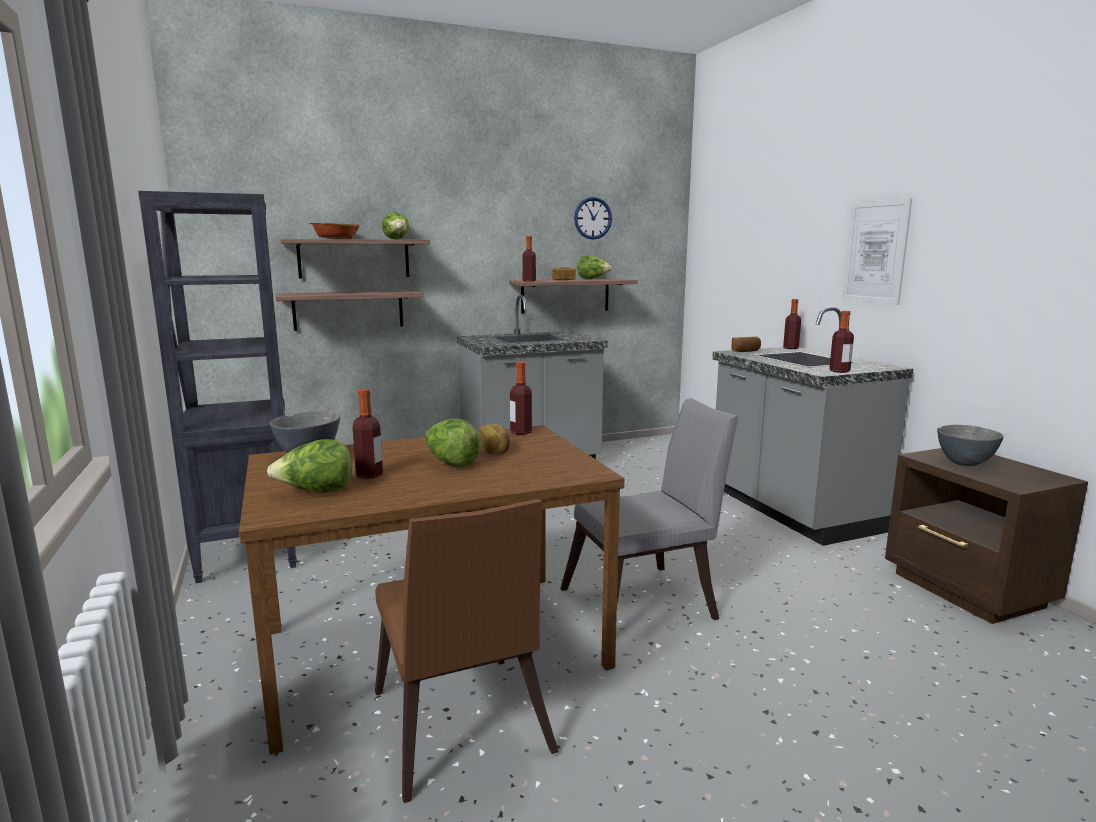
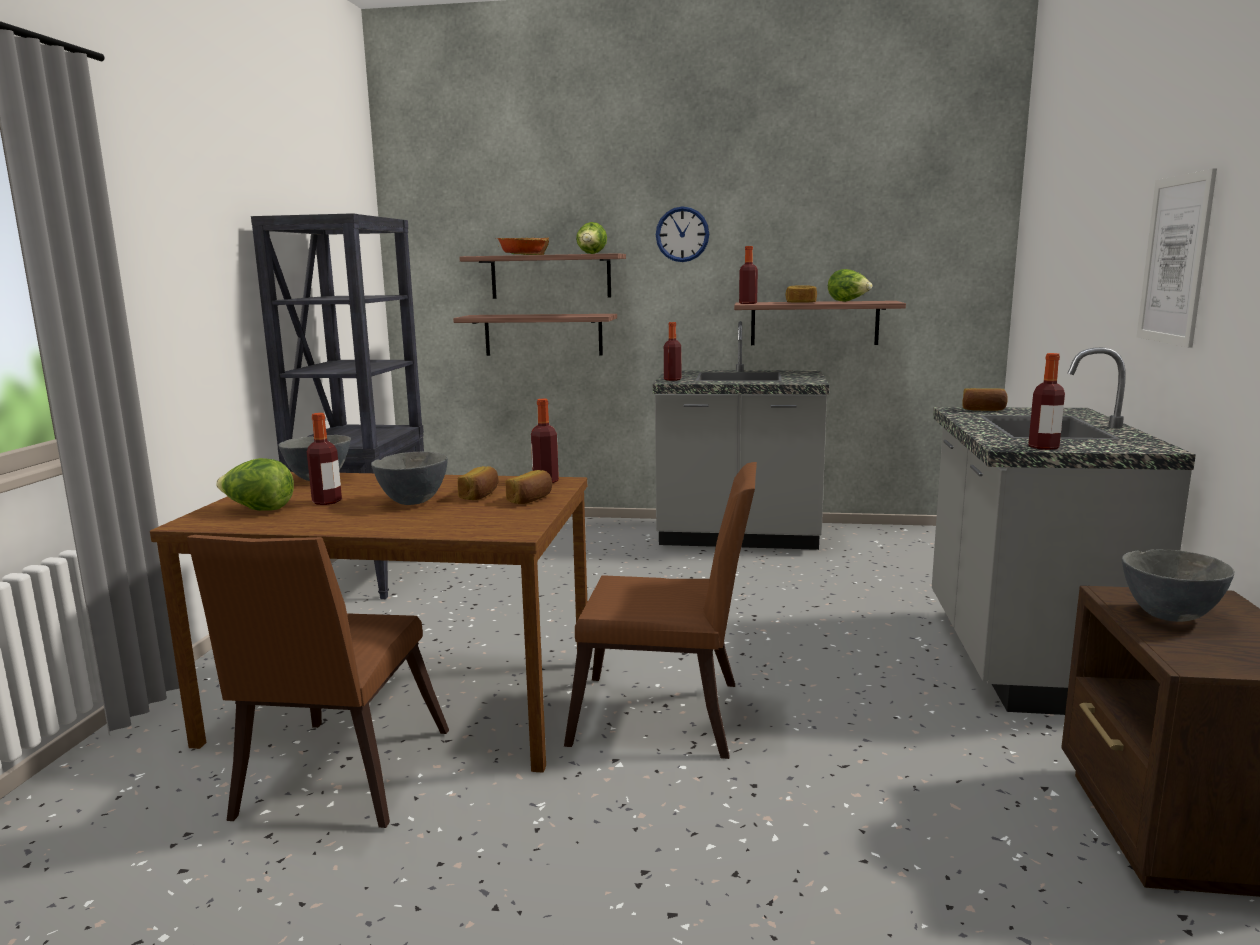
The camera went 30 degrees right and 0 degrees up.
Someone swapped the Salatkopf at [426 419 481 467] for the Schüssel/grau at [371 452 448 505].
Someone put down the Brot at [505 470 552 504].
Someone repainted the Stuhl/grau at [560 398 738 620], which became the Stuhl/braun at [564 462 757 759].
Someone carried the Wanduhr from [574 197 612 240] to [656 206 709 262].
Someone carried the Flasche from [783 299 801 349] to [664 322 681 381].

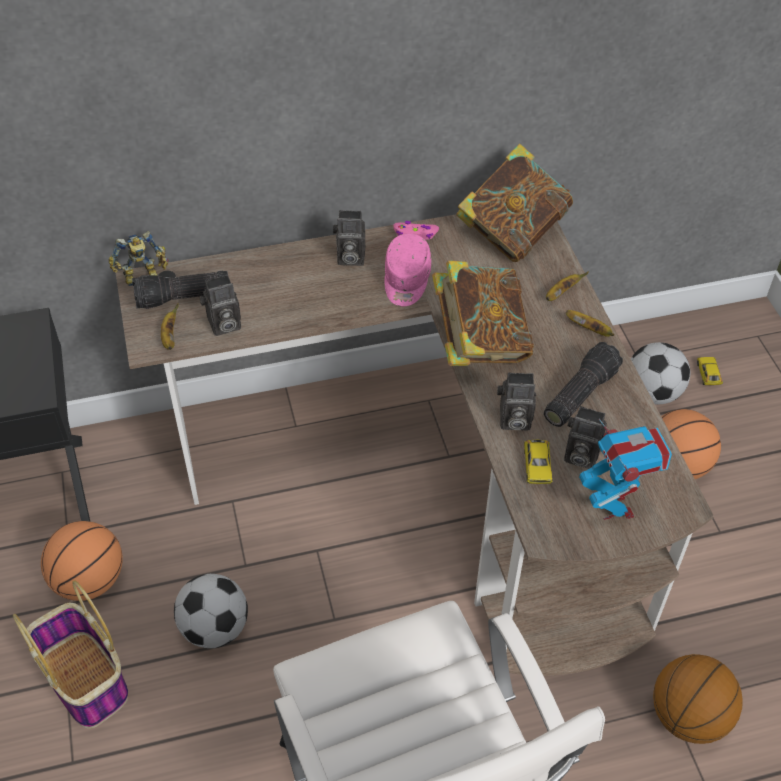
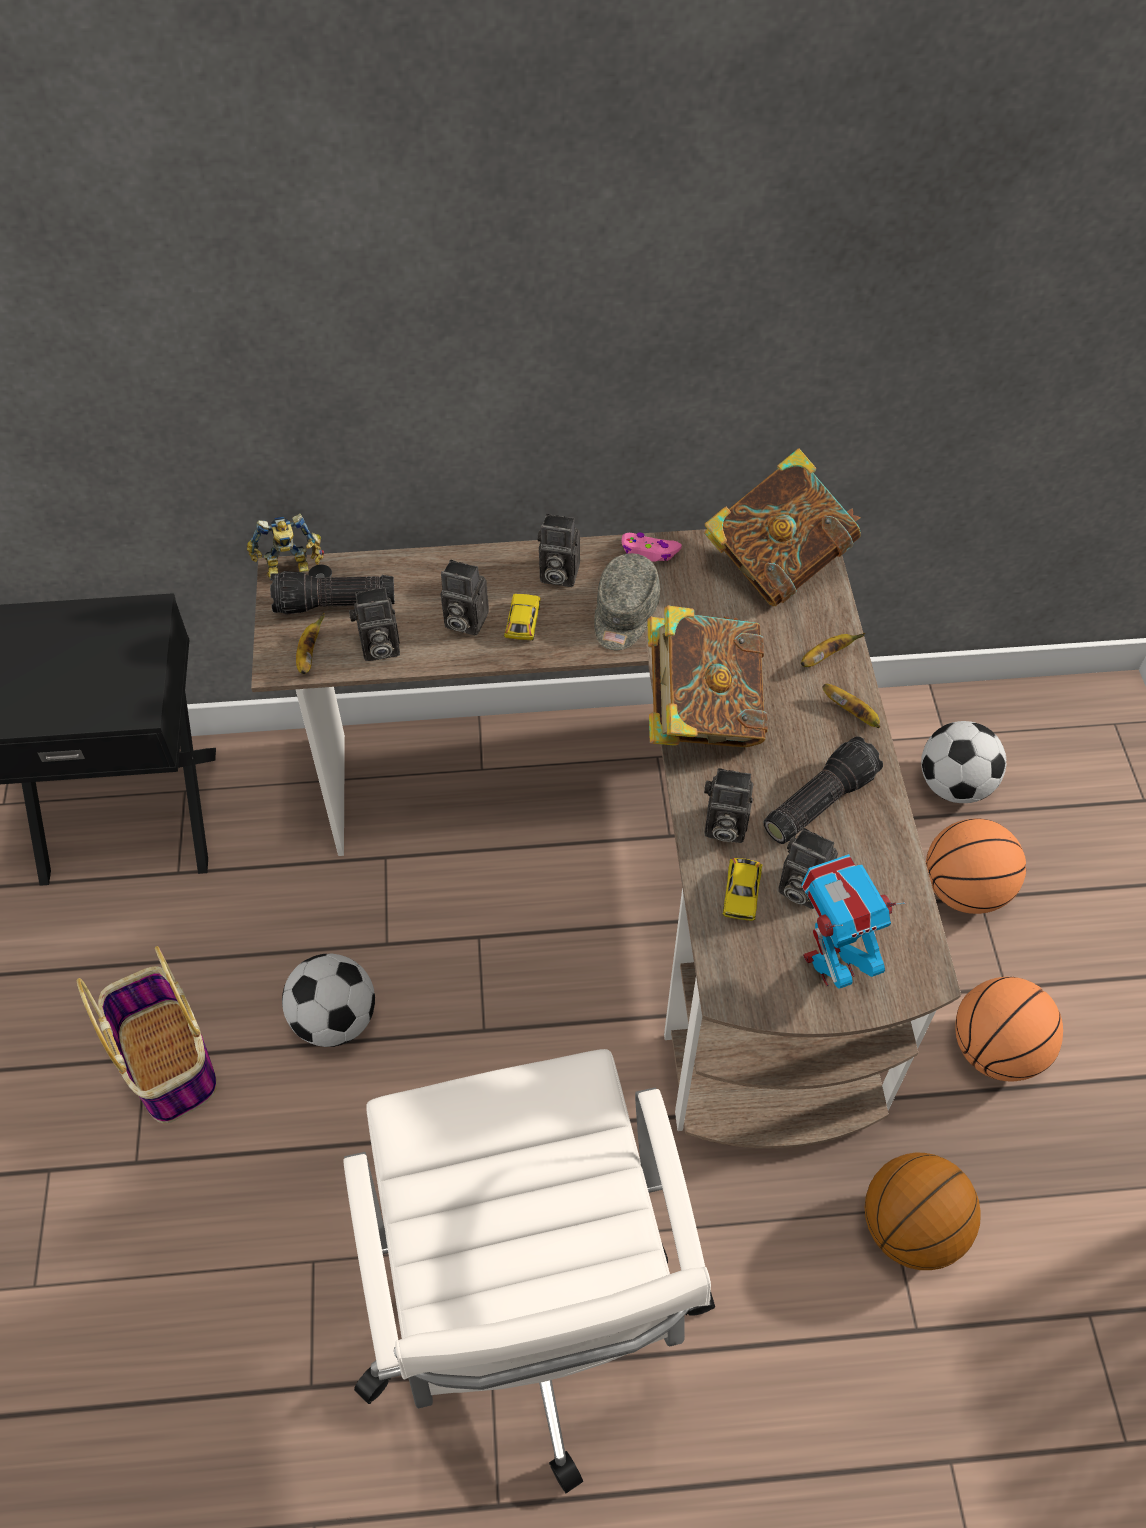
The camera went 10 degrees right and 5 degrees up.
Someone put down the Kamera at [441 560 489 636].
Someone carried the Spielzeugauto from [697 357 723 385] to [504 594 541 640].
Someone repainted the Kappe/rosa at [384 233 431 306], which became the Kappe/grau at [594 553 660 650].
Someone rotated the Spielzeugroboter at [579 419 672 520] by 105 degrees counterclockwise.
Someone carried the Basketball from [41 521 123 601] to [955 977 1063 1081].

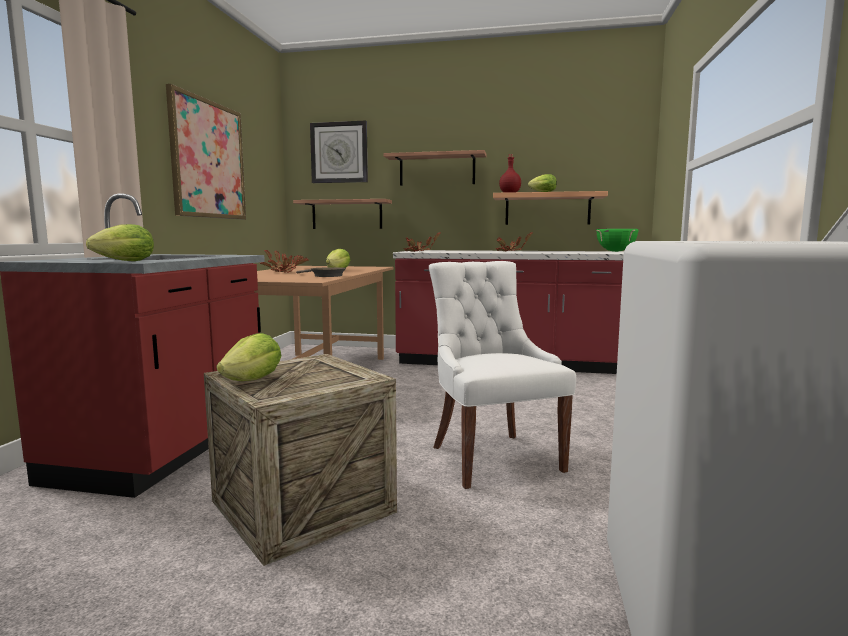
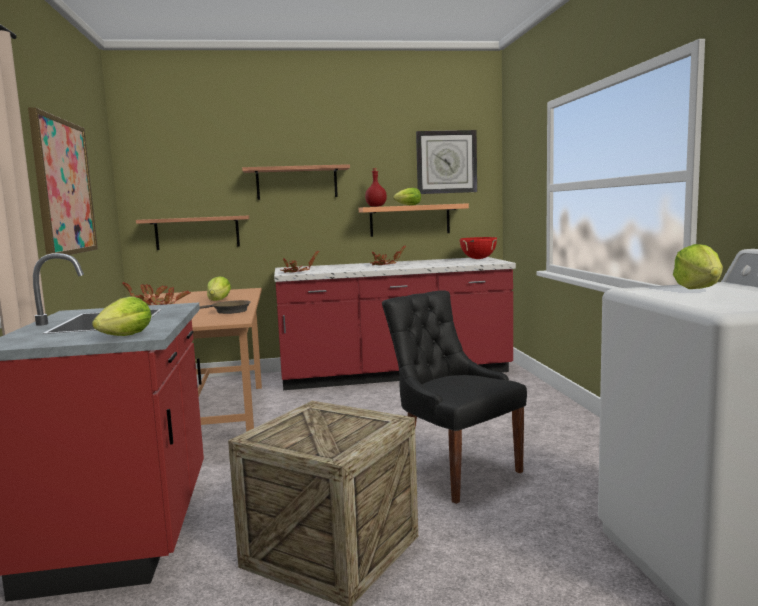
The camera went 20 degrees left and 0 degrees up.
Someone repainted the Stuhl/weiß at [429 261 576 489], which became the Stuhl/schwarz at [382 290 527 504].
Someone carried the Wanduhr from [310 120 368 183] to [416 130 477 194].
Someone repainted the Kochtopf/grün at [596 229 638 252], which became the Kochtopf/rot at [460 237 497 259].
Someone carried the Salatkopf from [217 333 281 381] to [673 244 723 289].

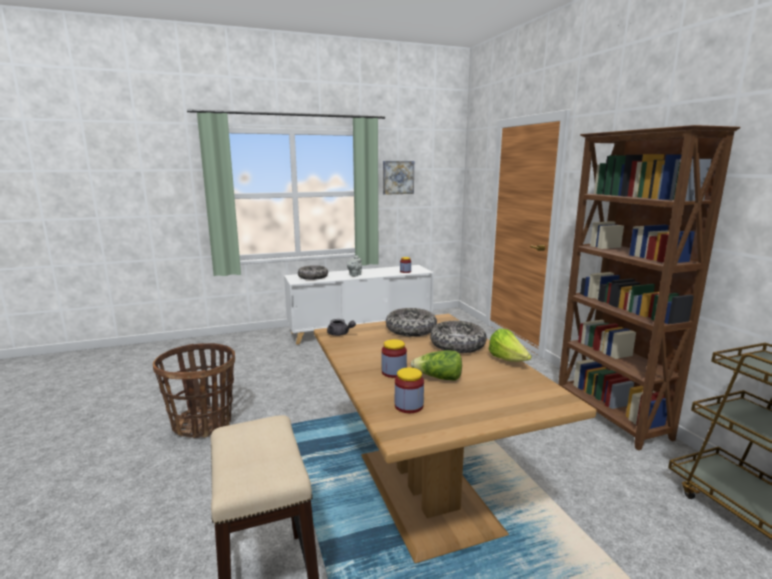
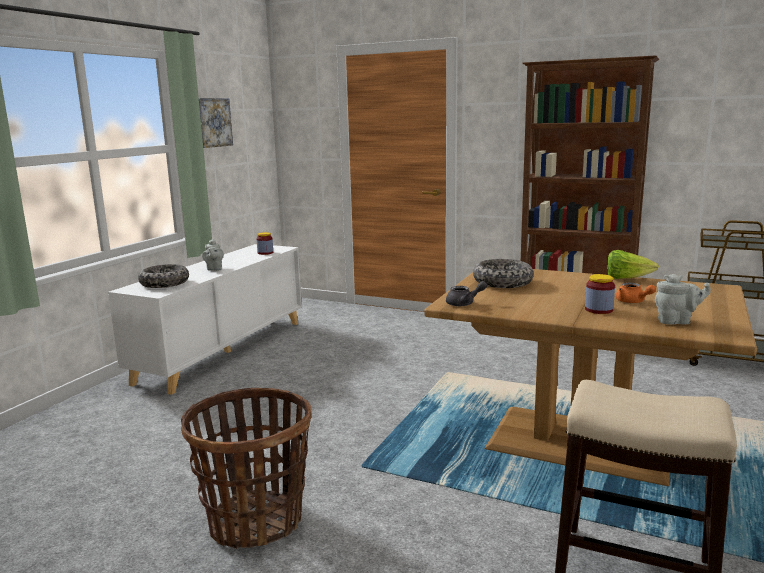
The camera went 45 degrees left and 0 degrees up.
Someone swapped the Salatkopf at [411 350 462 381] for the Teekanne/orange at [615 283 656 303].
Someone swapped the Vorratsglas at [395 367 424 413] for the Teekanne/grau at [655 274 711 325].
Someone took away the Schüssel at [430 321 487 353].

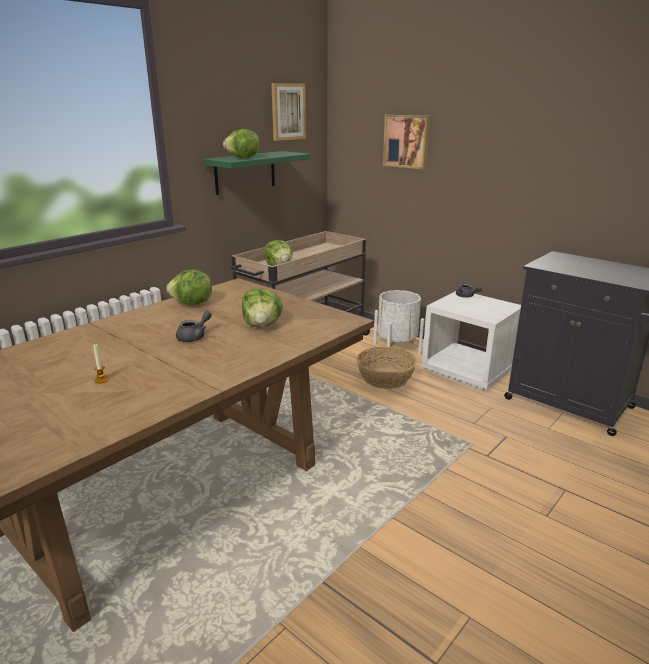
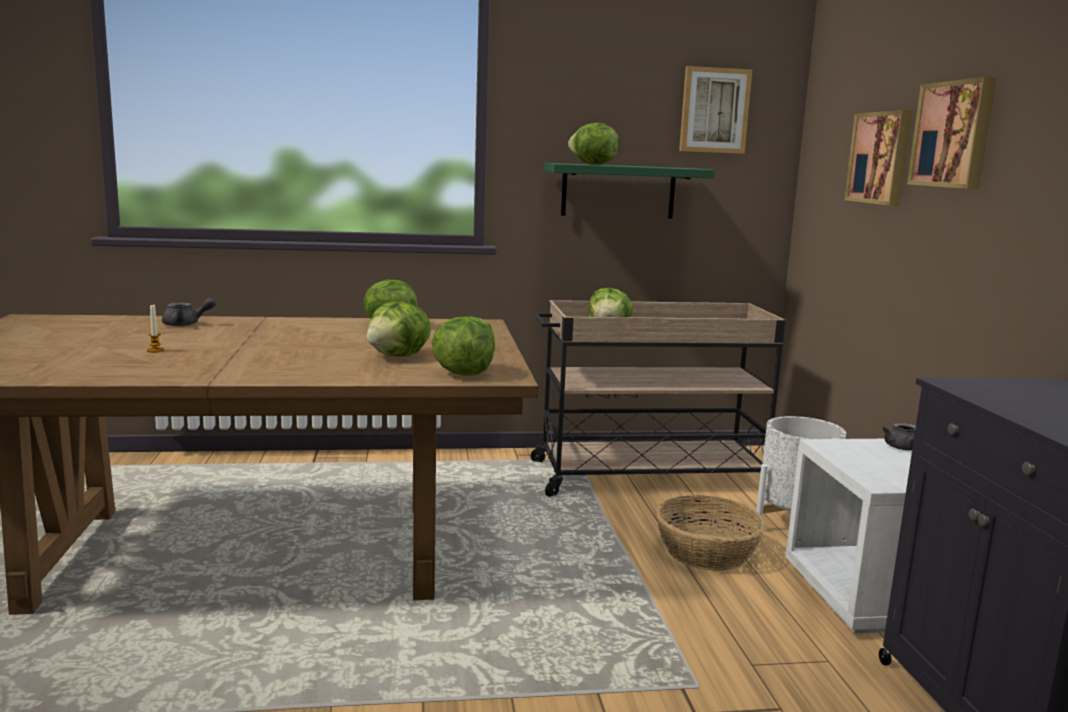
The camera went 40 degrees right and 10 degrees down.
Someone carried the Teekanne/grau from [176 311 212 342] to [162 298 216 326].
Someone put down the Salatkopf at [432 316 495 376].
Someone put up the Bild at [907 77 996 189].

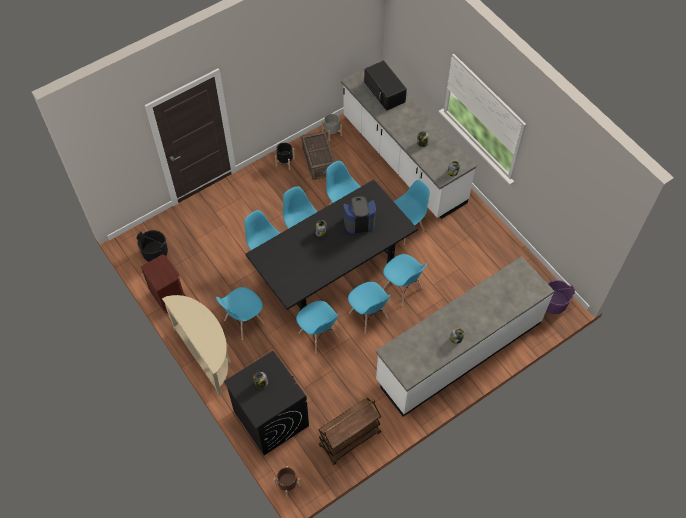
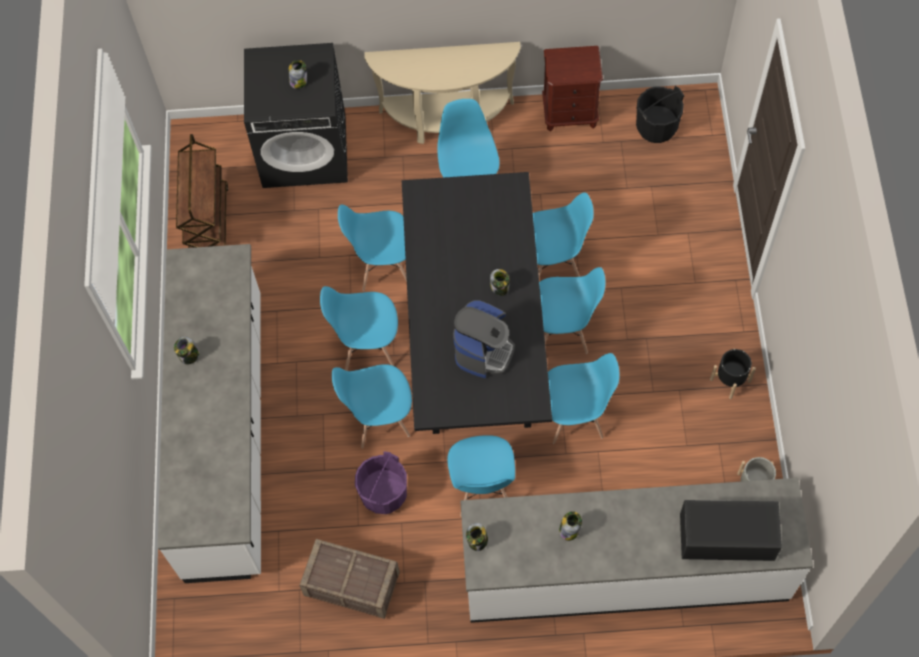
The camera went 125 degrees right and 5 degrees up.
Someone carried the Kiste from [302 131 335 180] to [300 539 400 619].
Someone carried the Eimer/lila from [546 280 575 314] to [355 451 407 514].
Someone took away the Pflanzkübel/braun at [274 466 301 498].

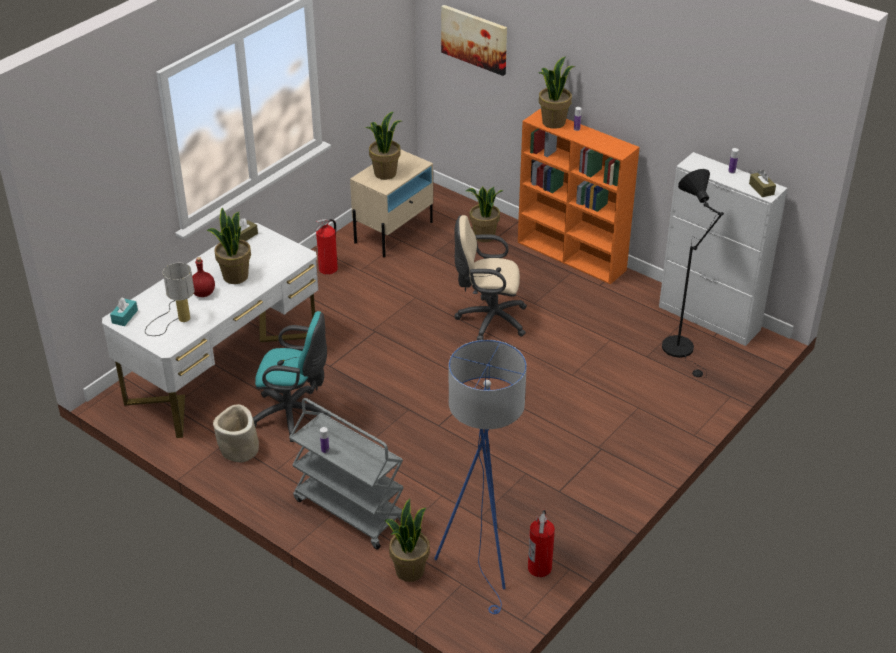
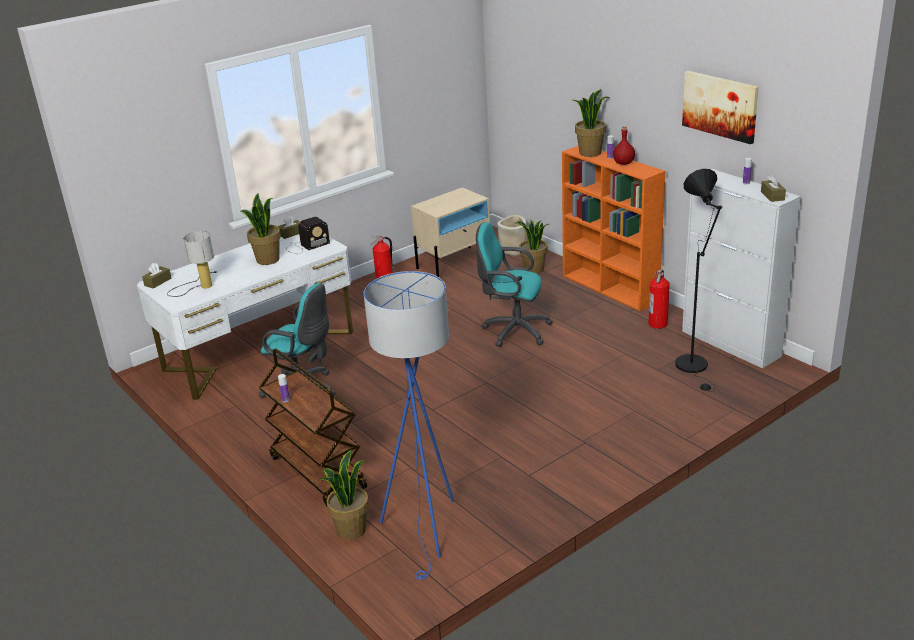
The camera went 15 degrees right and 10 degrees down.
Someone repainted the Taschentuchbox/türkis at [110 297 138 326], which became the Taschentuchbox/braun at [142 263 171 289].
Someone repainted the Rollwagen/grau at [289 398 404 549], which became the Rollwagen/braun at [259 348 367 506].
Someone put down the Radio at [286 217 330 254].
Someone repainted the Bürostuhl/beige at [454 215 527 340], which became the Bürostuhl/türkis at [476 222 553 347].
Someone carried the Pflanzkübel/beige from [213 404 259 462] to [497 215 528 256].
Someone carried the Flasche/rot from [192 257 215 297] to [613 126 635 165].
Someone carried the Feuerlöscher from [528 510 555 577] to [648 270 670 329].
Someone carried the Bild from [441 5 507 76] to [682 71 759 144].
Someone took away the Topfpflanze at [365 111 402 180].

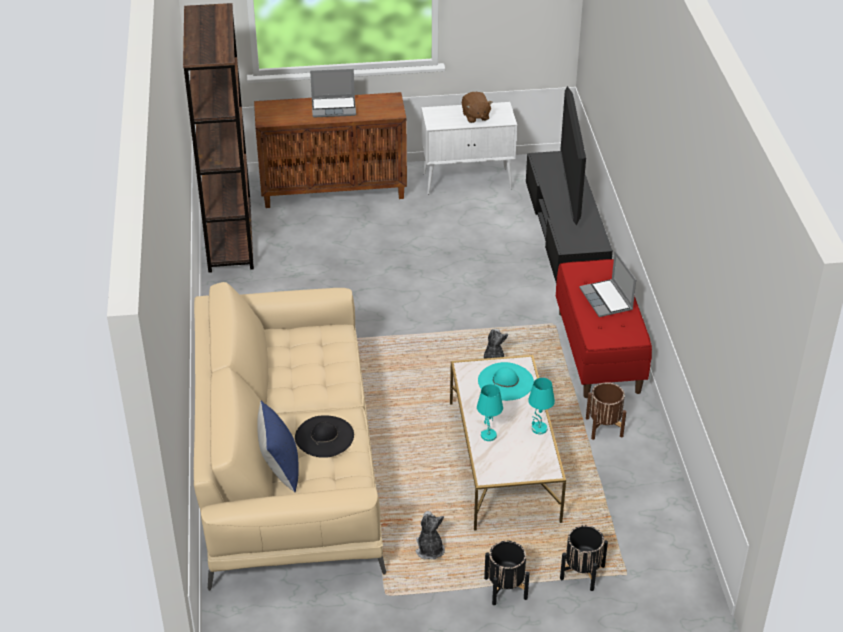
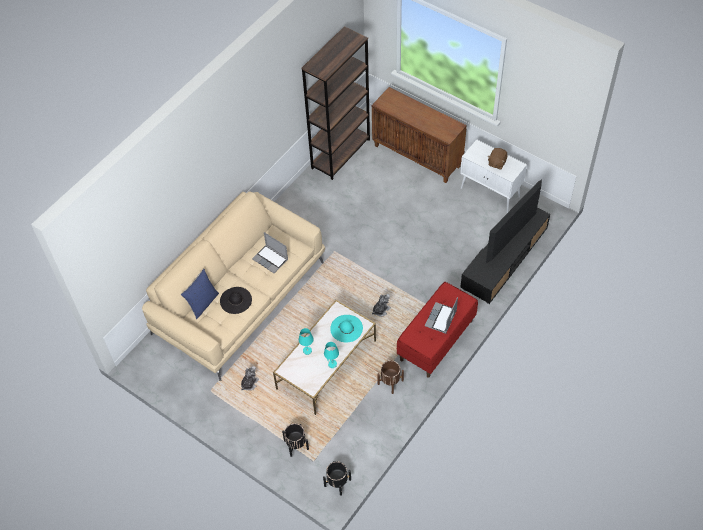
The camera went 45 degrees right and 15 degrees up.
Someone carried the Laptop from [310 69 356 117] to [252 232 288 273].
Someone carried the Pflanzkübel/schwarz from [484 541 529 605] to [323 461 351 496].

